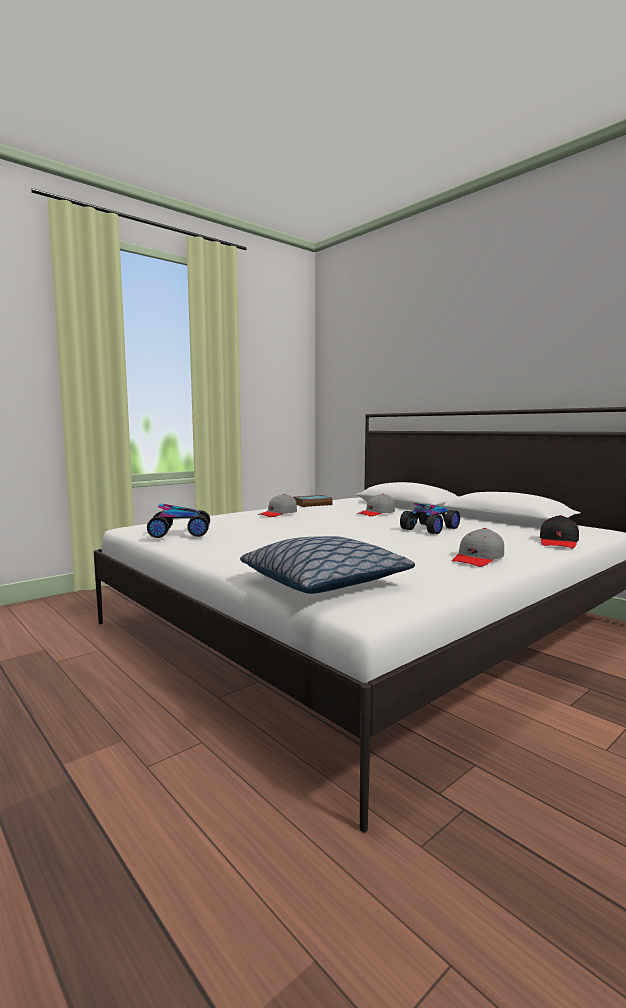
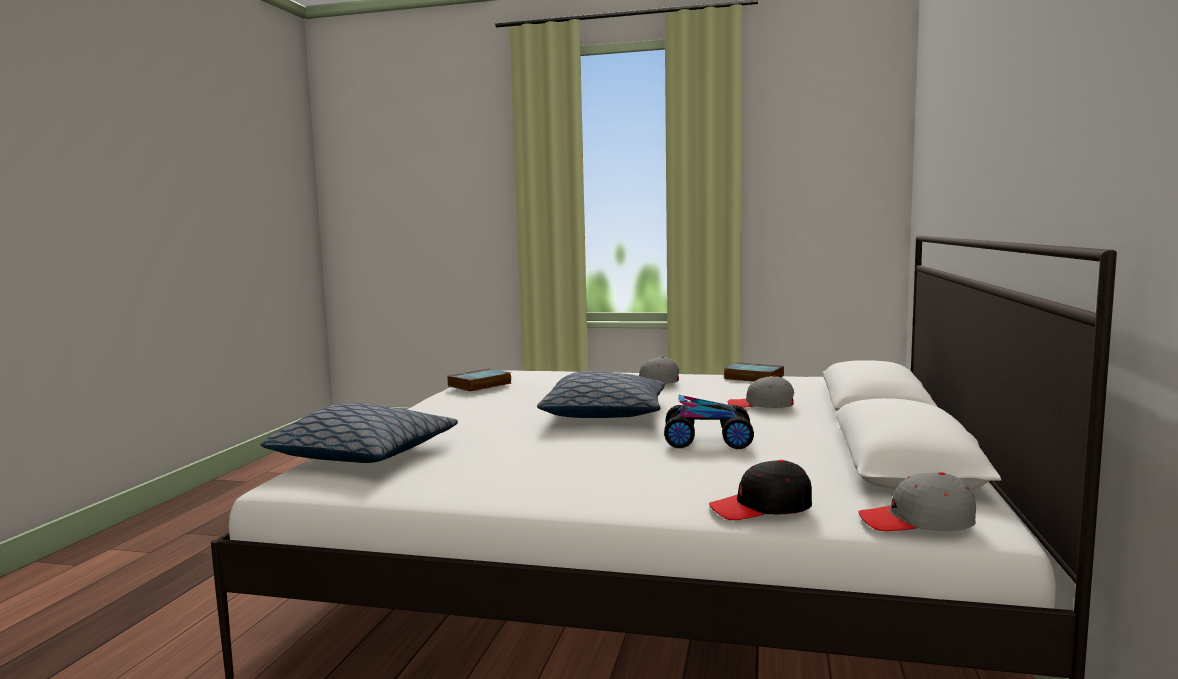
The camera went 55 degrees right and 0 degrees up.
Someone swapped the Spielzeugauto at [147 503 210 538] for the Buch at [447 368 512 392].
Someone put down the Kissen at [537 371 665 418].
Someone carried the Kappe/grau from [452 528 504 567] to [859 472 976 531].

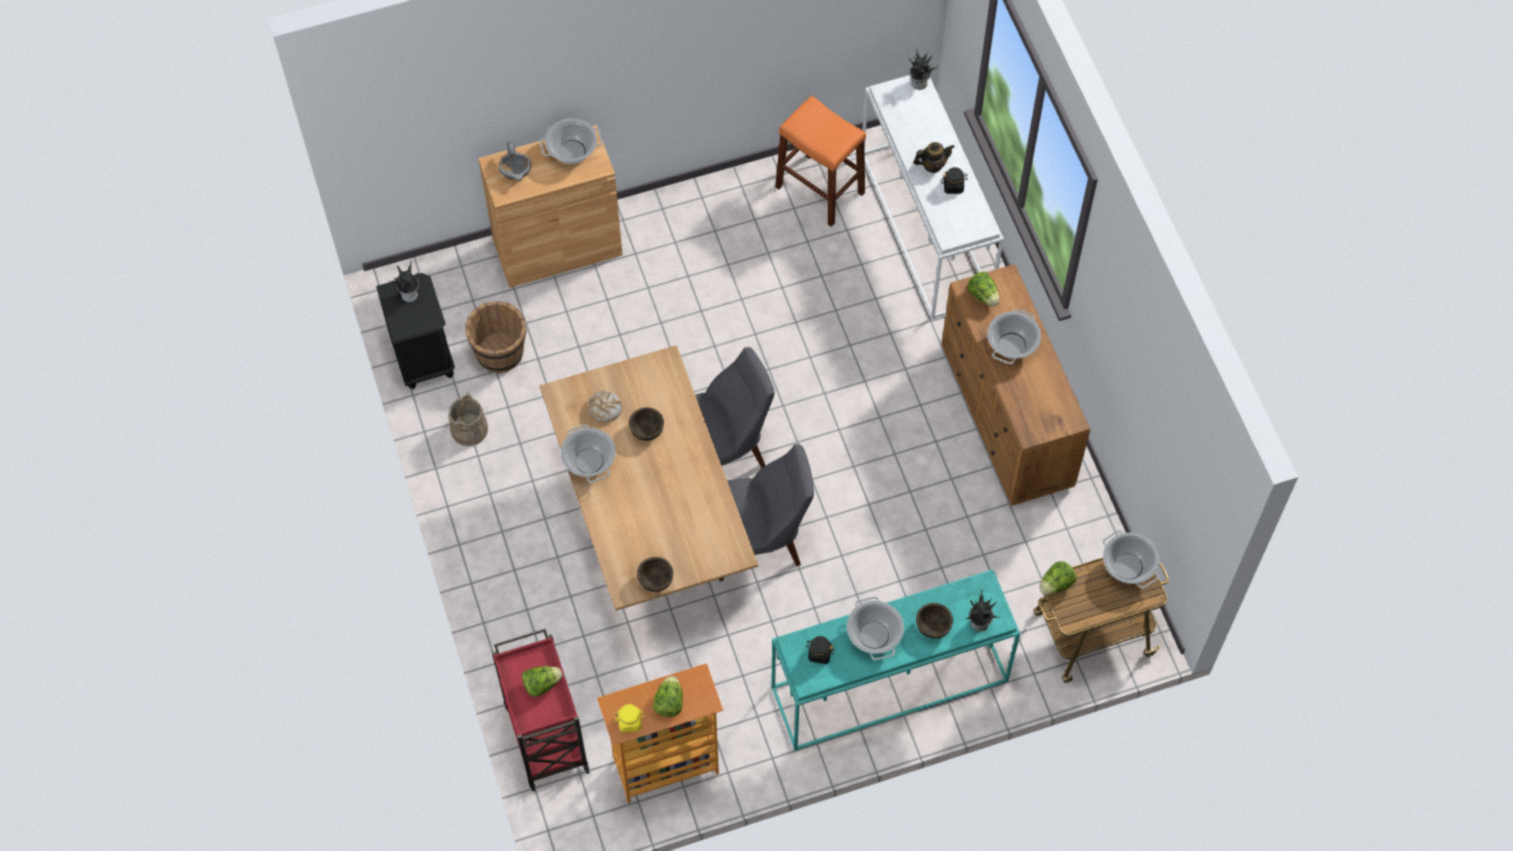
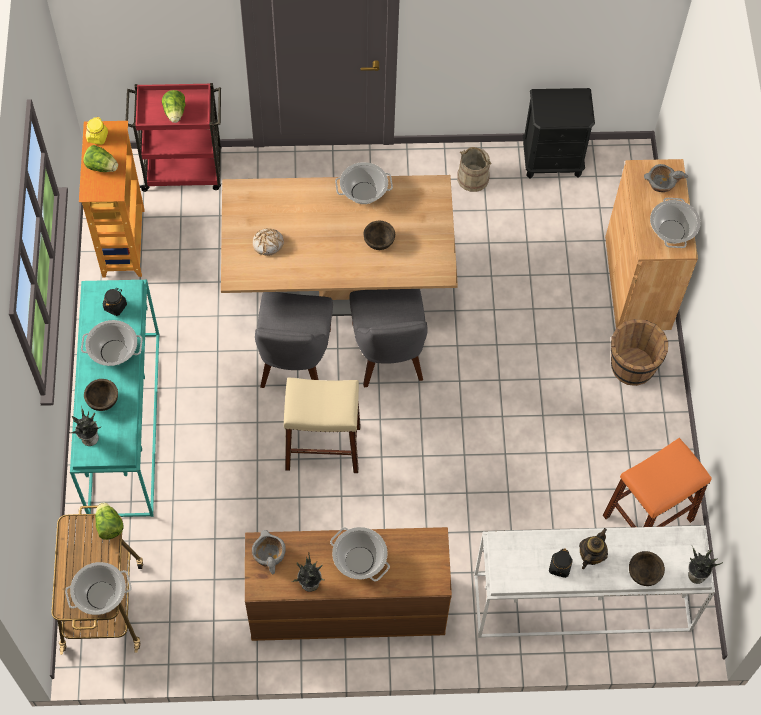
The camera went 105 degrees right and 0 degrees up.
Someone carried the Brot from [588 391 622 422] to [252 228 284 256].
Someone put down the Schüssel/grau at [252 530 286 574].
Someone put down the Hocker/beige at [284 377 360 473].
Someone carried the Topfpflanze from [388 262 420 302] to [292 552 325 592].
Someone rotated the Teekanne at [913 142 955 173] by 150 degrees counterclockwise.
Someone carried the Eimer/braun from [465 301 526 373] to [611 319 668 386].
Someone carried the Schüssel/braun from [637 557 673 592] to [629 551 665 586].
Someone took away the Salatkopf at [967 272 999 307].

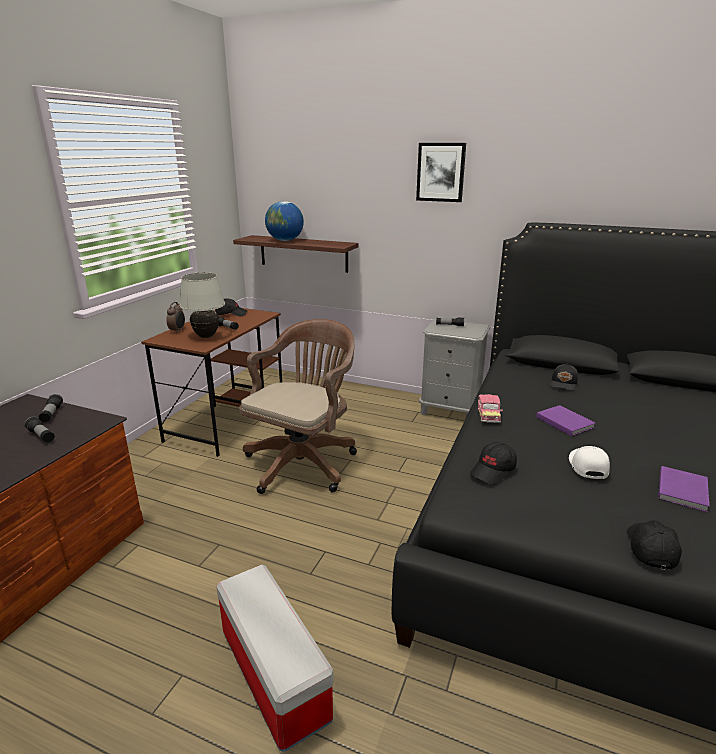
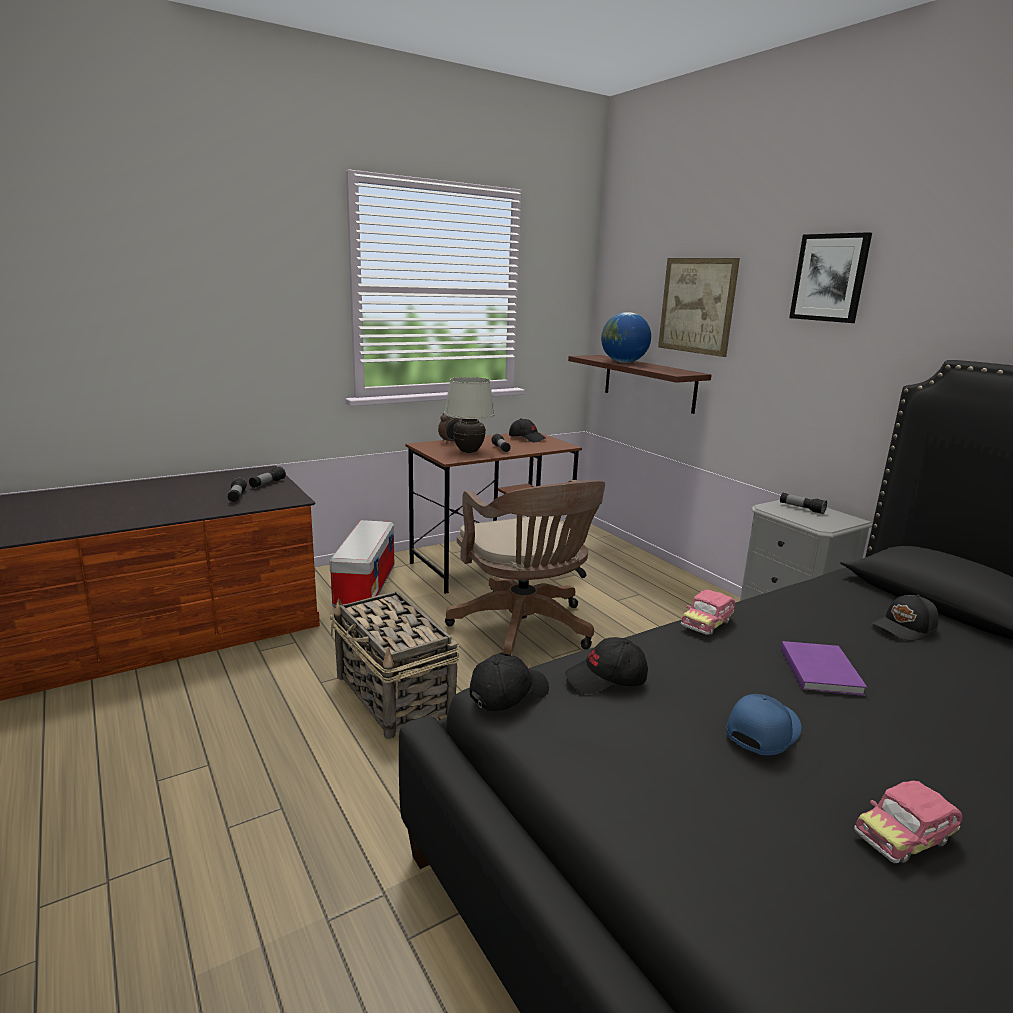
The camera went 35 degrees right and 5 degrees down.
Someone carried the Aufbewahrungsbox from [216 564 333 752] to [329 520 394 607].
Someone put down the Korb at [330 591 459 739].
Someone rotated the Bürostuhl/braun at [239 319 357 494] by 90 degrees clockwise.
Someone carried the Kappe/schwarz from [626 520 682 570] to [470 654 549 711].
Someone put up the Bild at [658 258 740 357].
Someone repainted the Kappe/weiß at [569 446 610 479], which became the Kappe/blau at [726 694 802 755].
Someone swapped the Buch/lila at [658 466 710 512] for the Spielzeugauto at [854 781 962 863].

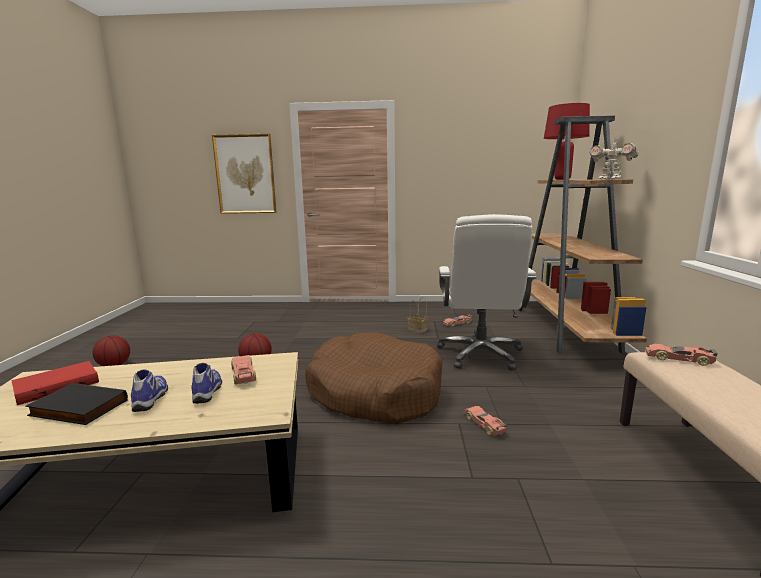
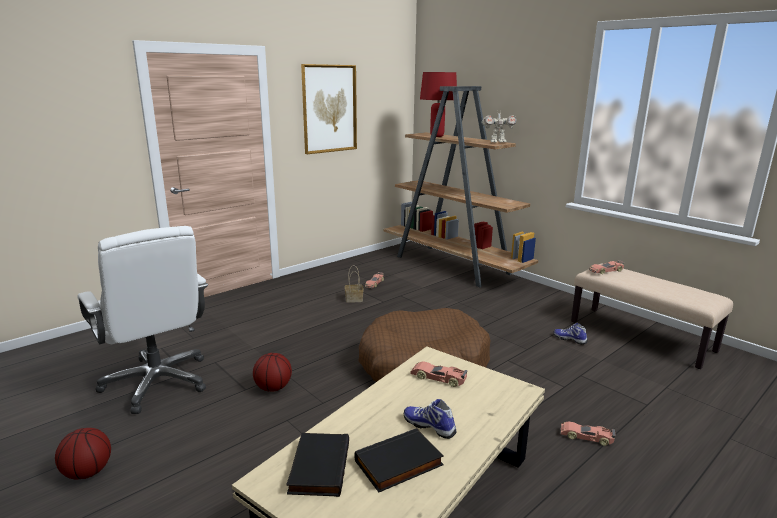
The camera went 45 degrees left and 5 degrees up.
Someone carried the Bürostuhl/weiß from [437 214 537 371] to [77 226 208 414].
Someone repainted the Buch/rot at [12 361 99 405], which became the Buch/schwarz at [286 433 349 497].
Someone carried the Bild from [212 134 277 214] to [301 64 357 154].
Someone carried the Schuh from [191 363 222 404] to [553 323 588 345].
Someone carried the Spielzeugauto from [463 406 507 436] to [561 421 616 446].

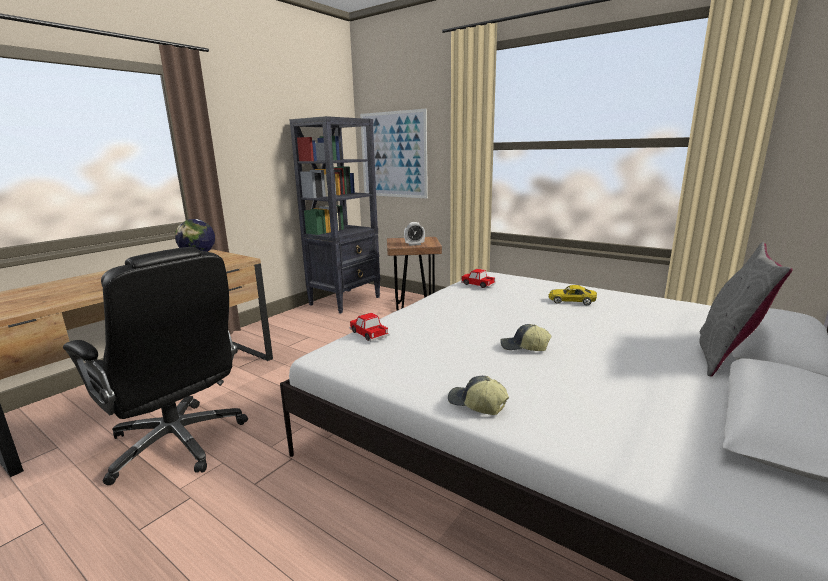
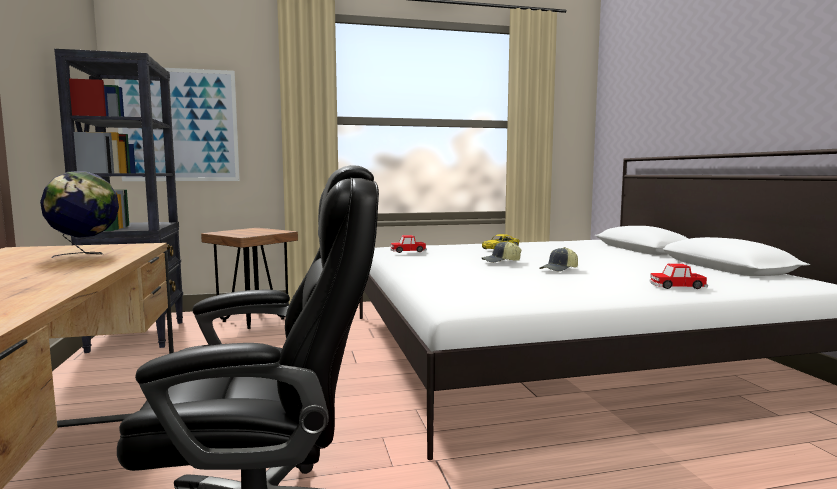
The camera went 50 degrees left and 10 degrees down.
Someone carried the Kappe from [448 376 509 415] to [482 241 521 263].
Someone carried the Spielzeugauto from [349 313 390 341] to [650 263 708 289].
Someone took away the Wecker at [404 222 425 246].
Someone took away the Kissen/grau at [699 242 793 377].

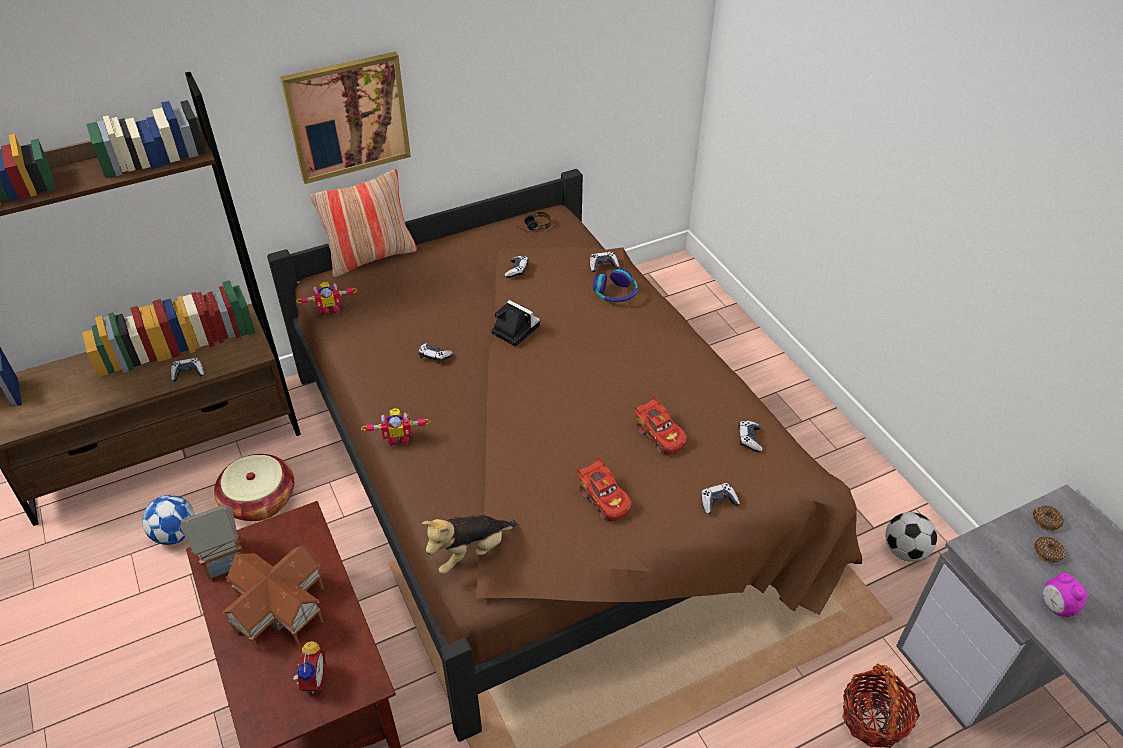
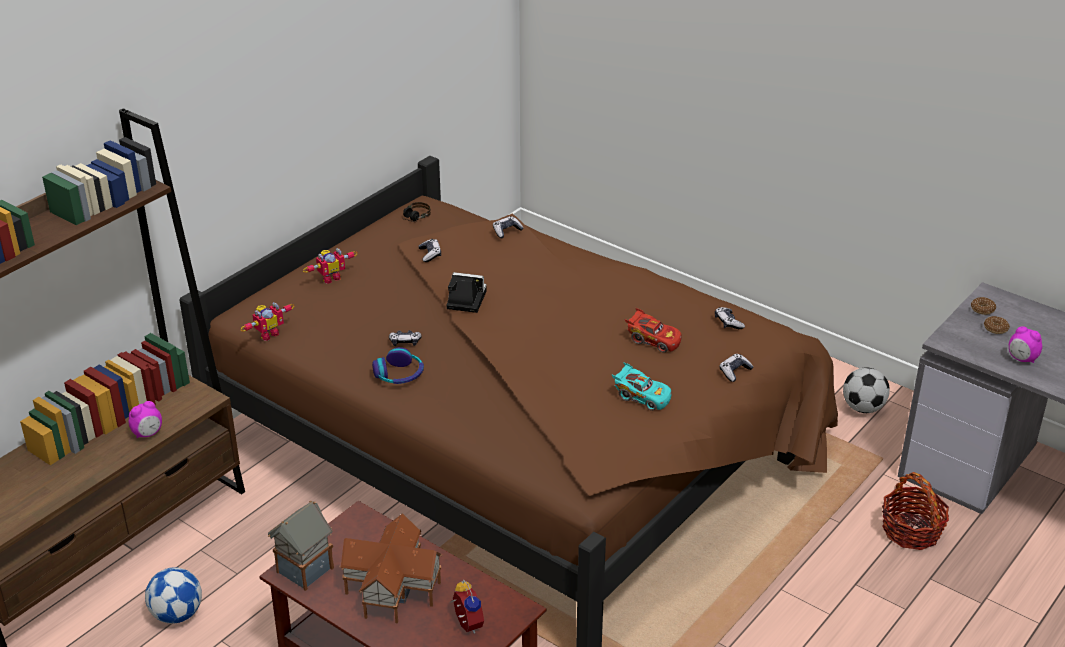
The camera went 25 degrees left and 10 degrees down.
Someone swapped the Gamepad at [171 358 204 381] for the Wecker at [128 401 162 438].
Someone carried the Spielzeugroboter from [361 408 431 446] to [303 248 357 284].
Someone carried the Kopfhörer from [593 269 638 302] to [372 347 424 384].
Someone repainted the Spielzeugauto/rot at [576 456 632 522], which became the Spielzeugauto/türkis at [612 362 672 411].
Someone took away the Korb at [214 454 294 521].
Someone took away the Bild at [280 52 411 184].
Someone took away the Kissen at [310 169 417 277].
Someone took away the Plüschtier at [422 515 517 574].

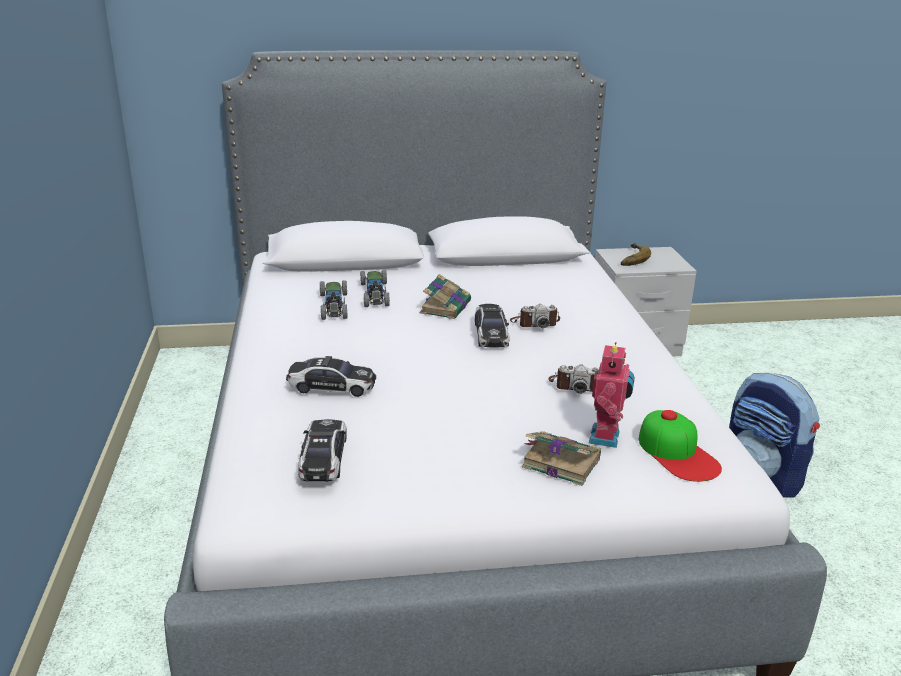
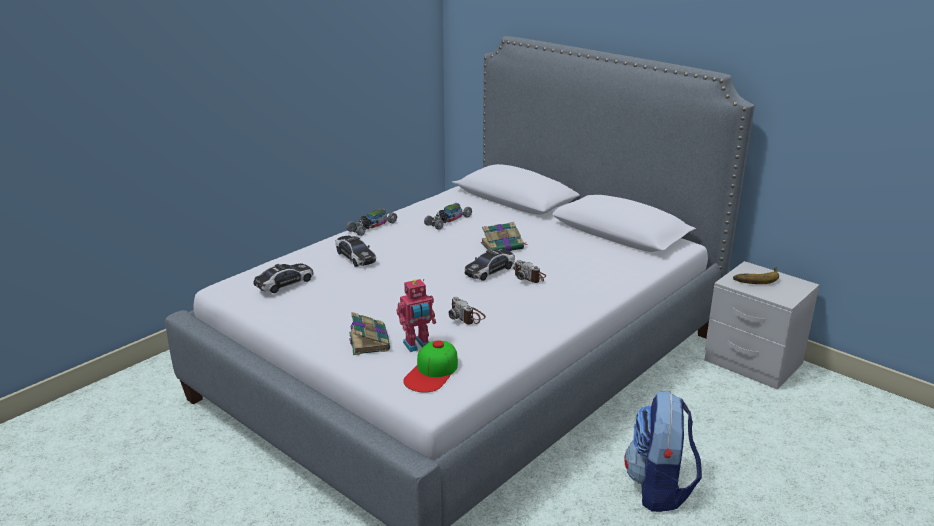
The camera went 50 degrees right and 0 degrees up.
Someone carried the Spielzeugauto from [360 270 390 307] to [346 208 397 236].

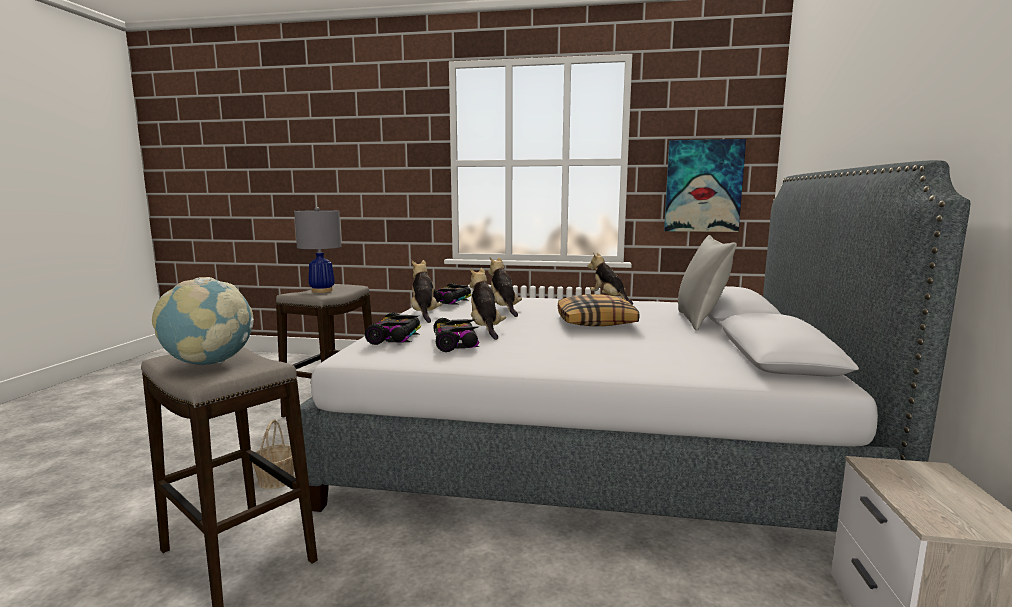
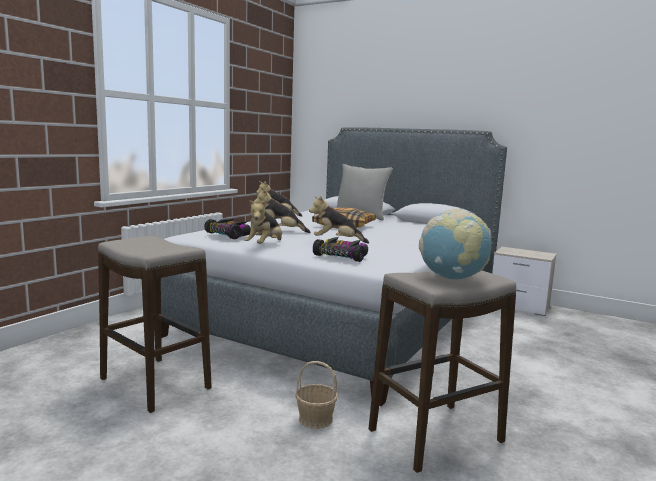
The camera went 70 degrees left and 0 degrees up.
Someone rotated the Plüschtier at [411 260 442 323] by 75 degrees counterclockwise.
Someone took away the Tischlampe/grau at [294 207 341 293].
Someone took away the Spielzeugauto at [433 318 480 352].
Someone took away the Bild at [664 139 746 232].

